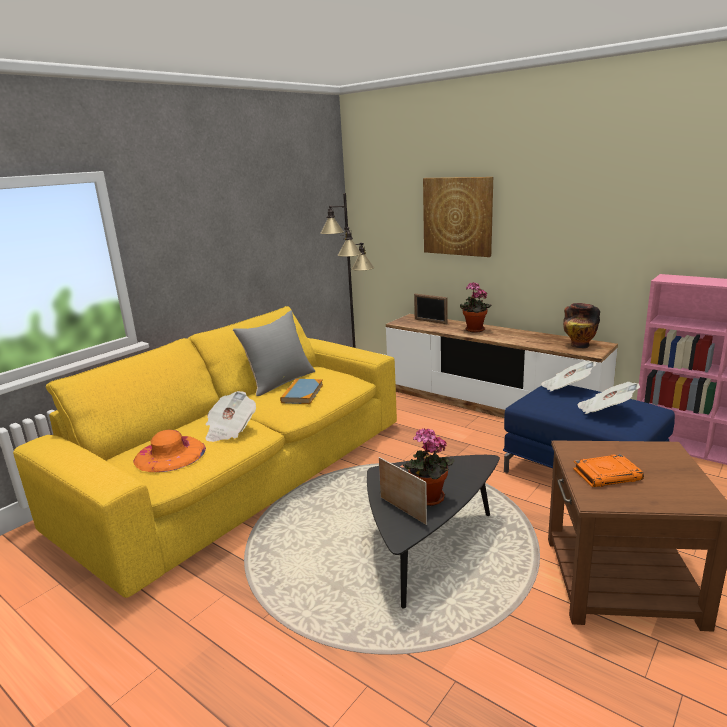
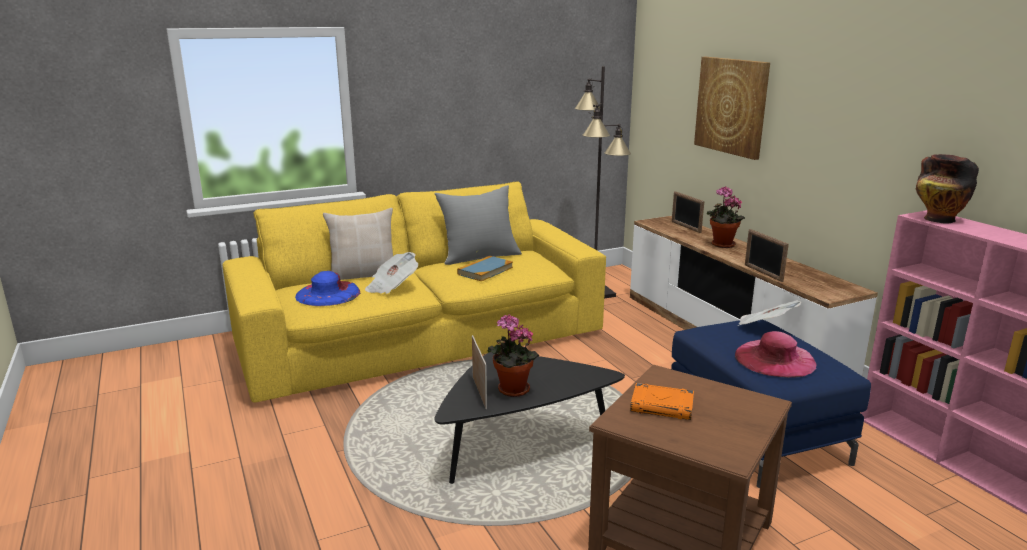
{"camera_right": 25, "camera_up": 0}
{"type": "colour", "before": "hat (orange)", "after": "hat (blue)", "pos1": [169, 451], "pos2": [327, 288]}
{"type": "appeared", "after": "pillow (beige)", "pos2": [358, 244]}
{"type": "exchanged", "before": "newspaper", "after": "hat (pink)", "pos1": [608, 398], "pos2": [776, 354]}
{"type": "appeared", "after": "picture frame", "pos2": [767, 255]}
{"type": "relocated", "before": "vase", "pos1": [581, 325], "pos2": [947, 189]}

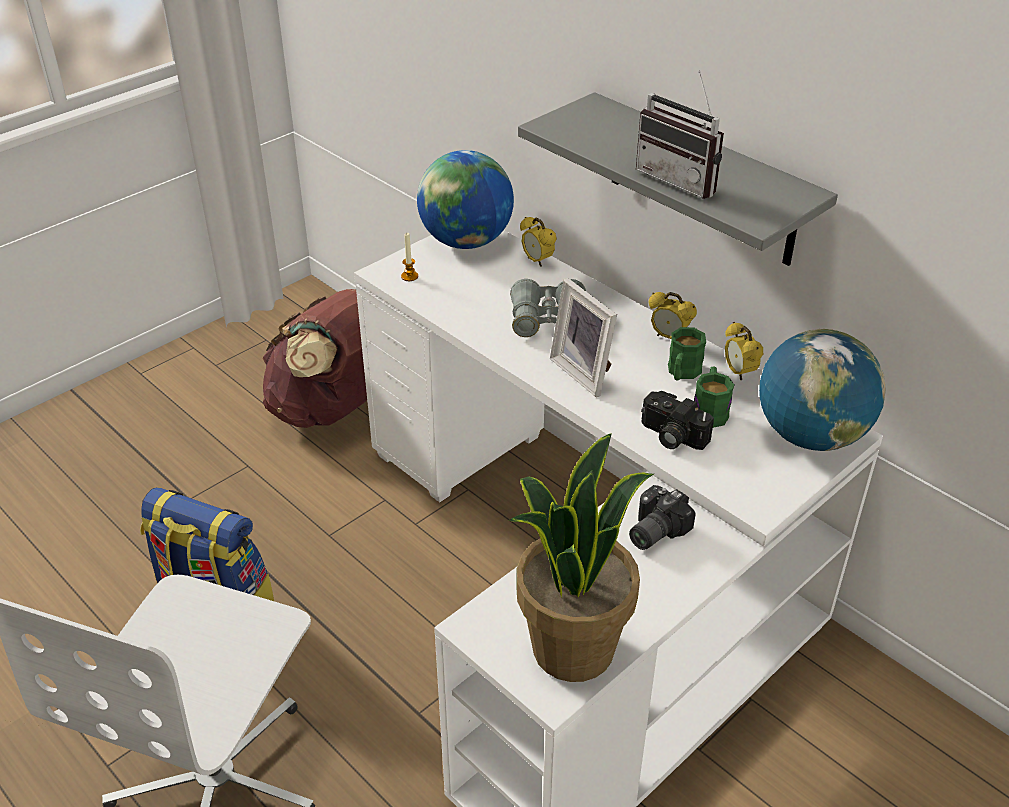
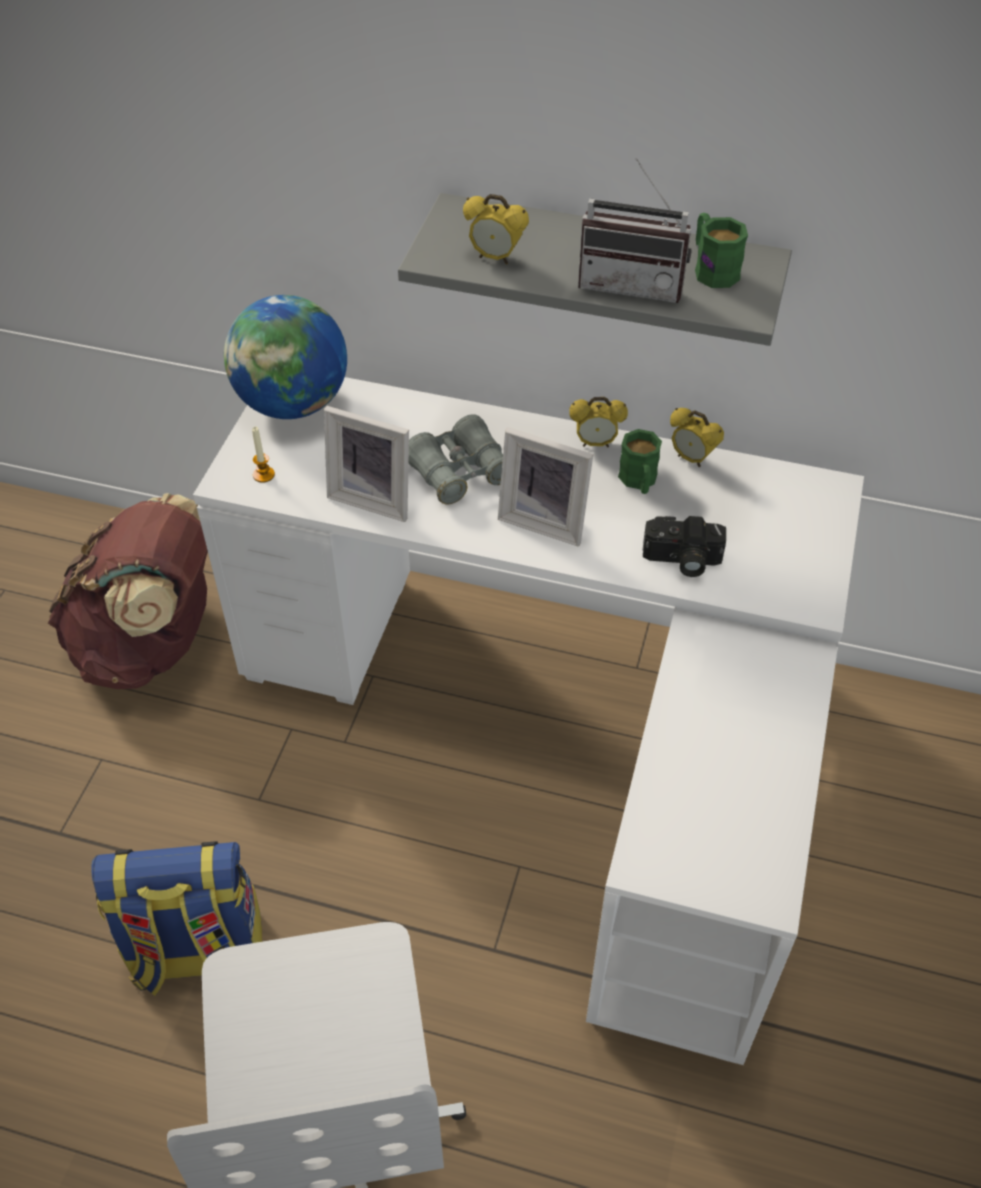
{"camera_right": -30, "camera_up": 10}
{"type": "appeared", "after": "picture frame", "pos2": [366, 464]}
{"type": "relocated", "before": "alarm clock", "pos1": [538, 242], "pos2": [496, 229]}
{"type": "relocated", "before": "mug (green)", "pos1": [714, 397], "pos2": [721, 250]}
{"type": "missing", "before": "potted plant", "pos1": [581, 557]}
{"type": "missing", "before": "photo camera", "pos1": [662, 517]}
{"type": "missing", "before": "globe", "pos1": [822, 390]}

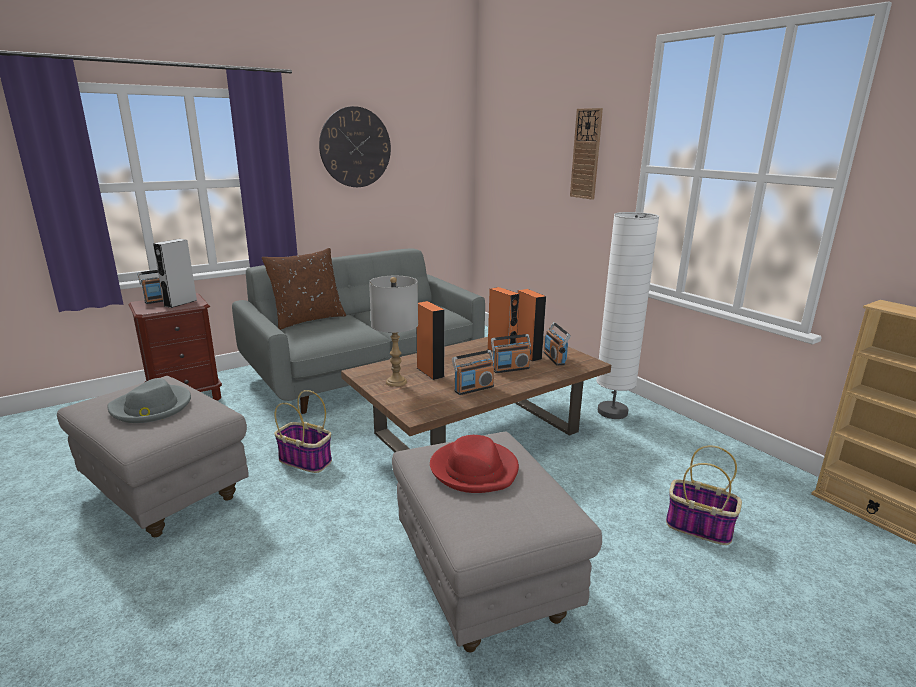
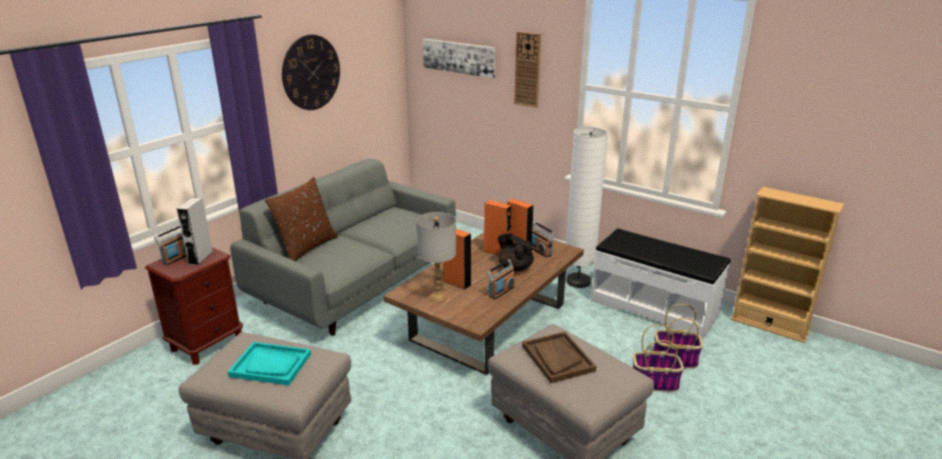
{"camera_right": -20, "camera_up": 5}
{"type": "exchanged", "before": "hat (grey)", "after": "tray (turquoise)", "pos1": [149, 400], "pos2": [269, 363]}
{"type": "appeared", "after": "picture", "pos2": [459, 58]}
{"type": "exchanged", "before": "radio", "after": "teapot (black)", "pos1": [511, 353], "pos2": [516, 252]}
{"type": "exchanged", "before": "hat (red)", "after": "tray (brown)", "pos1": [474, 464], "pos2": [559, 357]}
{"type": "appeared", "after": "bench (white)", "pos2": [660, 283]}
{"type": "relocated", "before": "basket", "pos1": [303, 431], "pos2": [658, 358]}

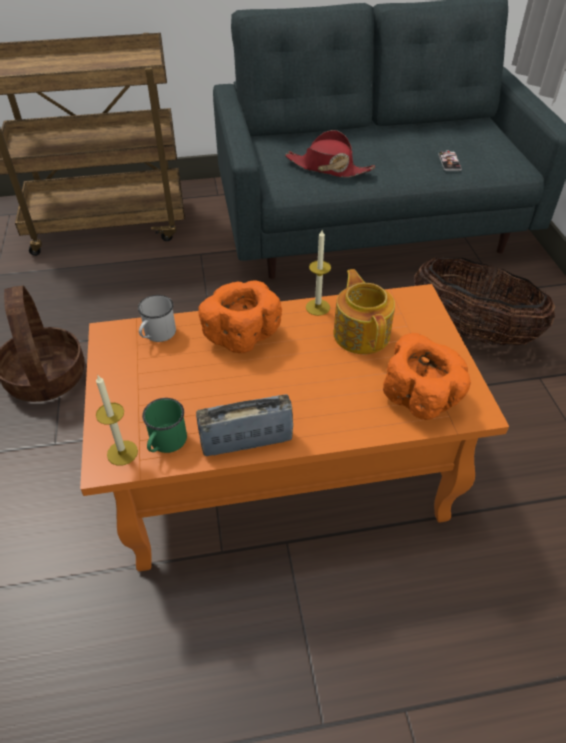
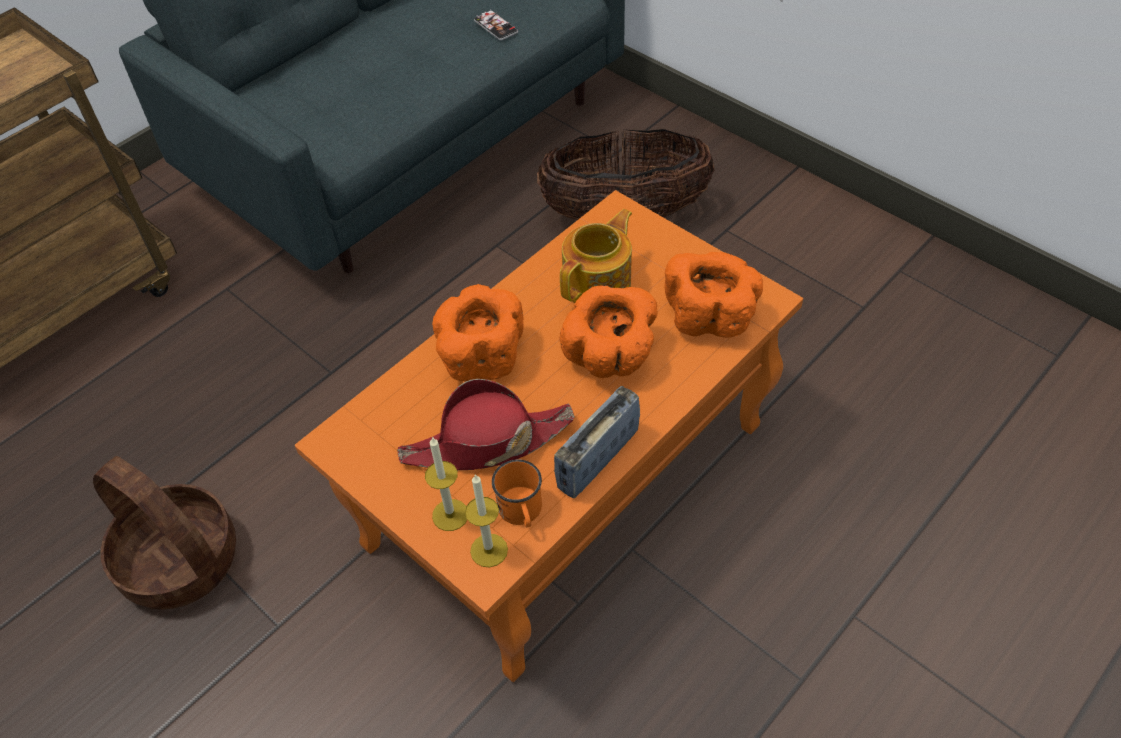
{"camera_right": -35, "camera_up": 5}
{"type": "relocated", "before": "hat (red)", "pos1": [330, 153], "pos2": [486, 424]}
{"type": "relocated", "before": "candle", "pos1": [318, 273], "pos2": [446, 483]}
{"type": "colour", "before": "mug (green)", "after": "mug (orange)", "pos1": [164, 425], "pos2": [517, 494]}
{"type": "spun", "before": "teapot", "pos1": [364, 311], "pos2": [596, 256], "turn": 90}
{"type": "appeared", "after": "bowl (orange)", "pos2": [609, 331]}
{"type": "missing", "before": "mug (white)", "pos1": [157, 318]}

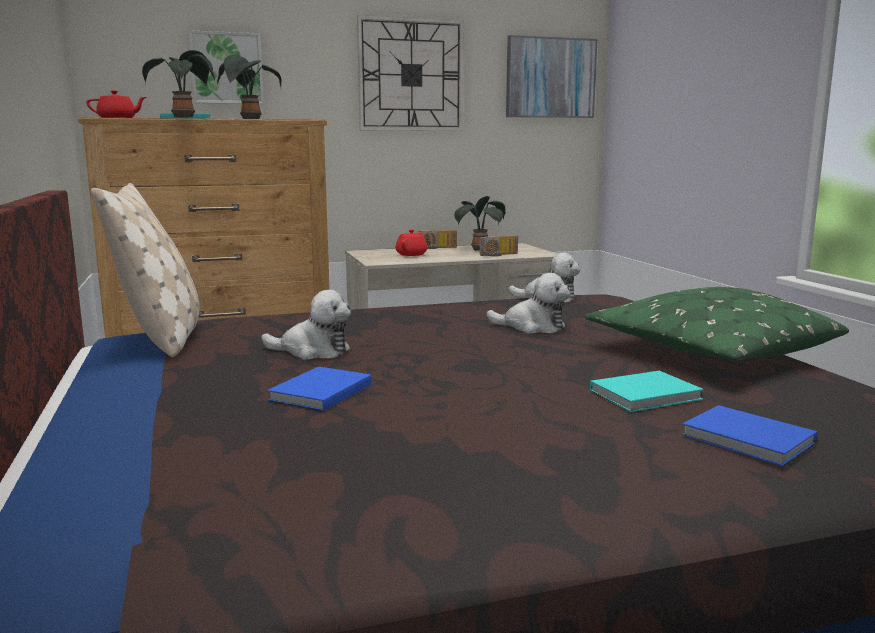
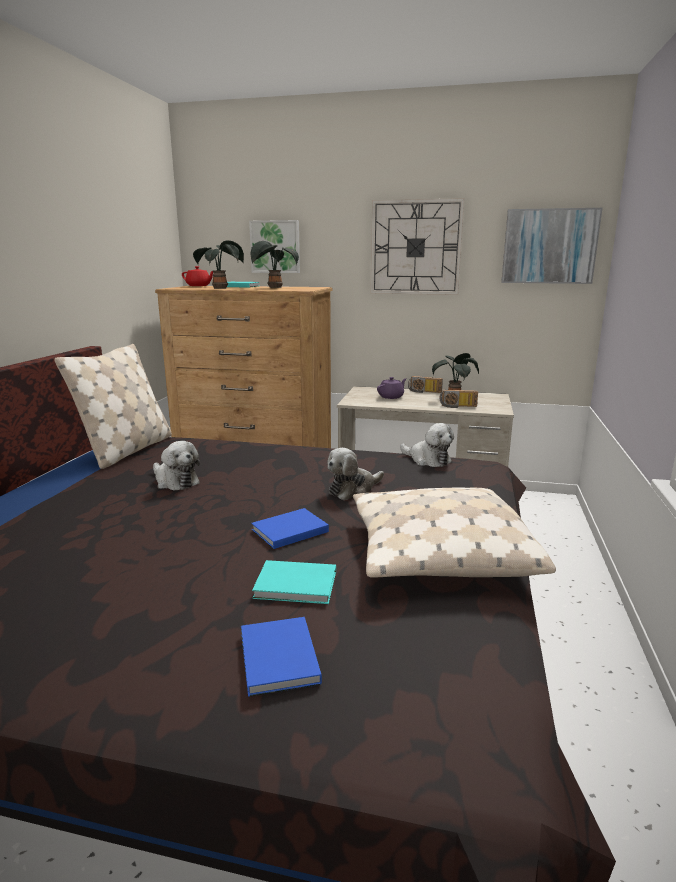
{"camera_right": 30, "camera_up": 5}
{"type": "relocated", "before": "book (blue)", "pos1": [319, 388], "pos2": [290, 528]}
{"type": "spun", "before": "plush toy", "pos1": [528, 303], "pos2": [355, 474], "turn": 90}
{"type": "colour", "before": "pillow (green)", "after": "pillow (beige)", "pos1": [717, 324], "pos2": [454, 532]}
{"type": "colour", "before": "teapot (red)", "after": "teapot (purple)", "pos1": [412, 243], "pos2": [392, 388]}

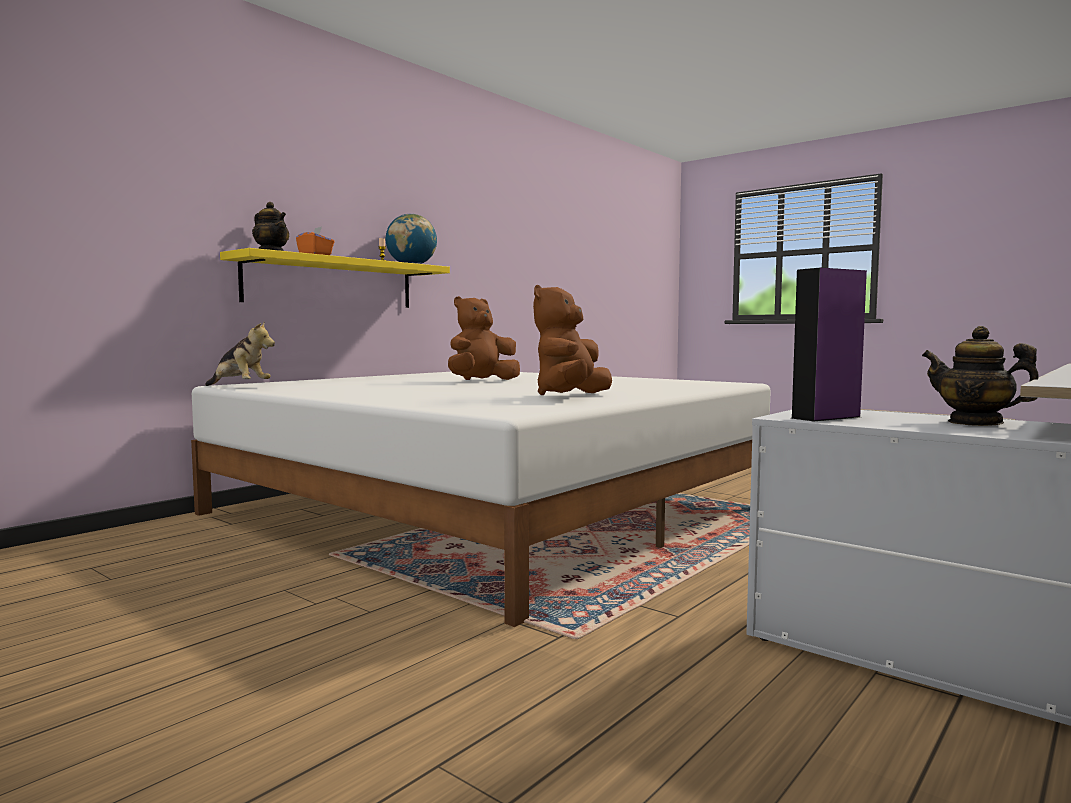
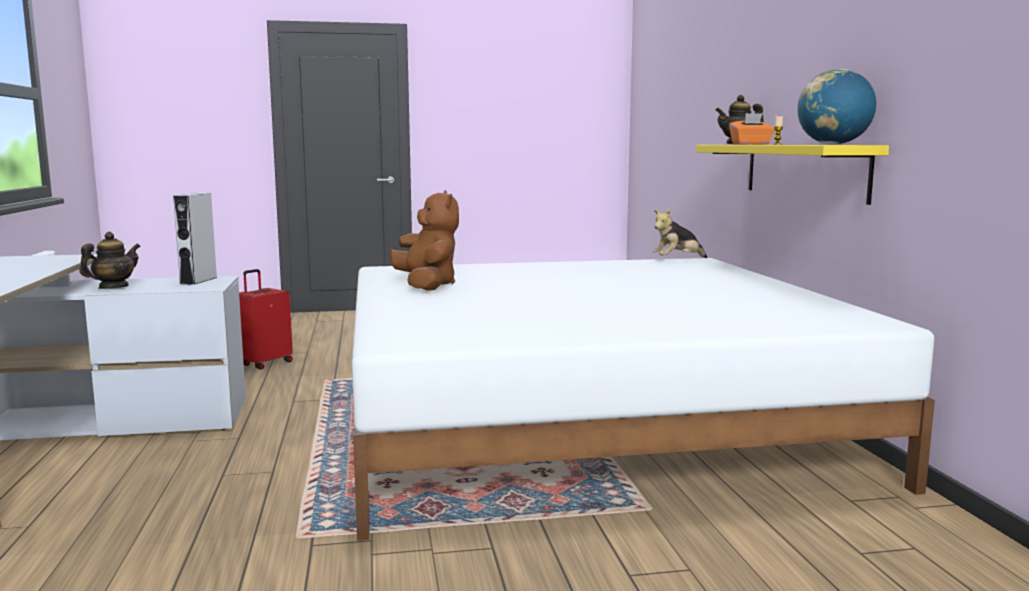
{"camera_right": 130, "camera_up": 5}
{"type": "spun", "before": "teapot", "pos1": [980, 376], "pos2": [109, 260], "turn": -45}
{"type": "colour", "before": "speaker (purple)", "after": "speaker (grey)", "pos1": [829, 344], "pos2": [195, 239]}
{"type": "appeared", "after": "suitcase (red)", "pos2": [266, 319]}
{"type": "missing", "before": "plush toy (brown)", "pos1": [484, 338]}

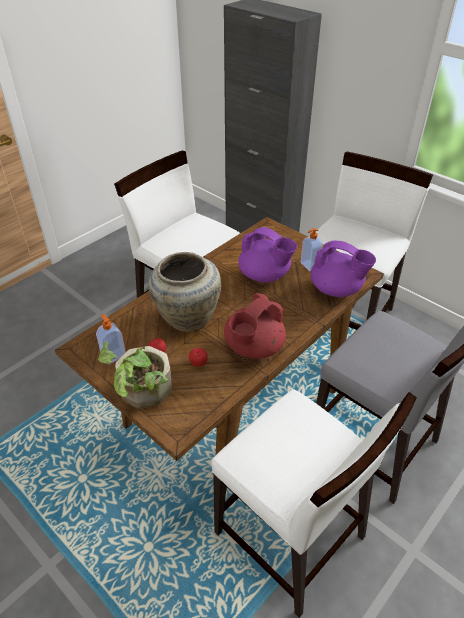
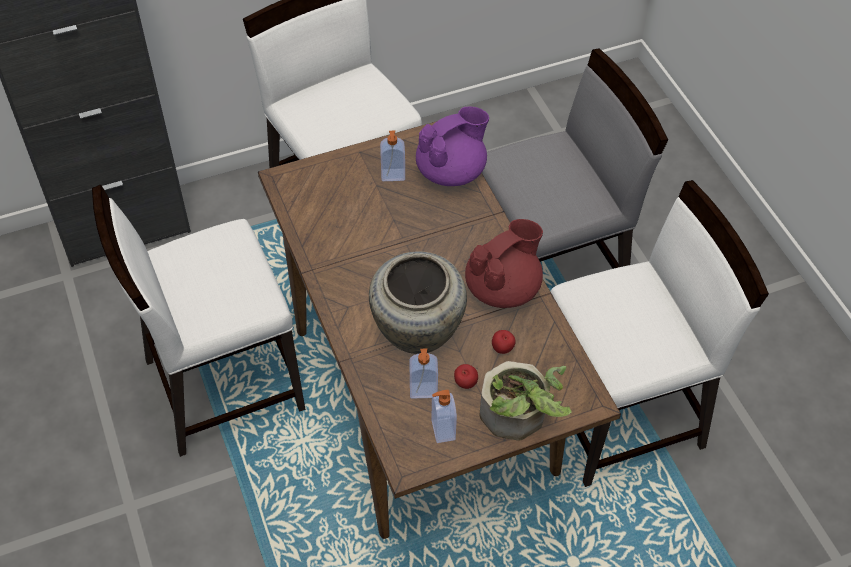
{"camera_right": -65, "camera_up": 10}
{"type": "appeared", "after": "soap dispenser", "pos2": [424, 373]}
{"type": "spun", "before": "teapot (red)", "pos1": [255, 325], "pos2": [504, 263], "turn": -105}
{"type": "missing", "before": "teapot (purple)", "pos1": [267, 255]}

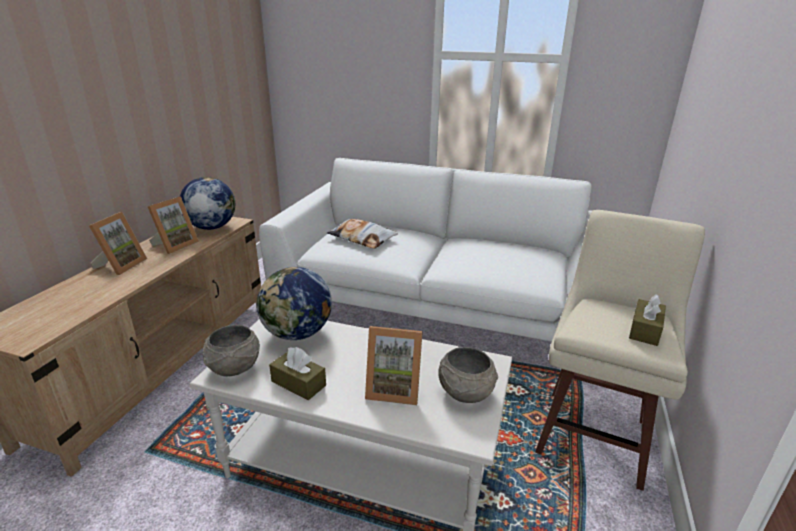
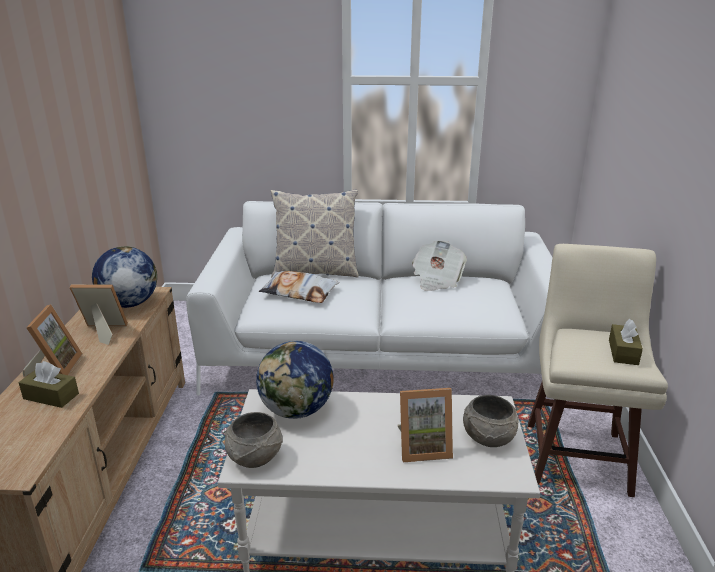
{"camera_right": -15, "camera_up": 0}
{"type": "relocated", "before": "tissue box (brown)", "pos1": [297, 373], "pos2": [48, 384]}
{"type": "spun", "before": "picture frame", "pos1": [173, 225], "pos2": [99, 314], "turn": -105}
{"type": "appeared", "after": "pillow", "pos2": [314, 234]}
{"type": "appeared", "after": "newspaper", "pos2": [439, 266]}

